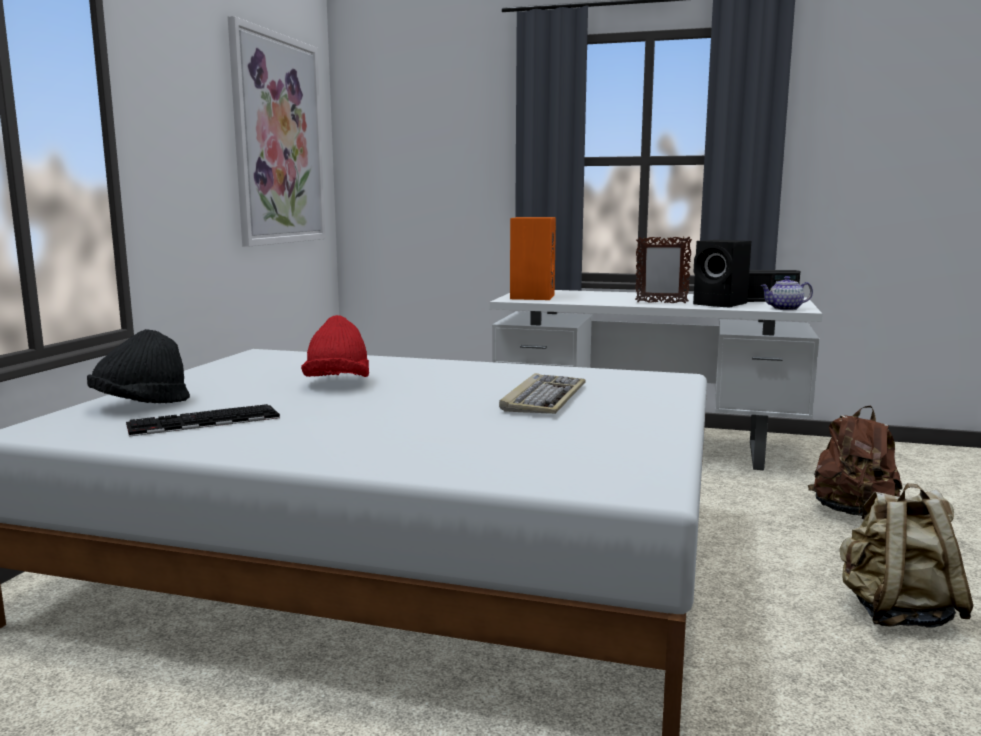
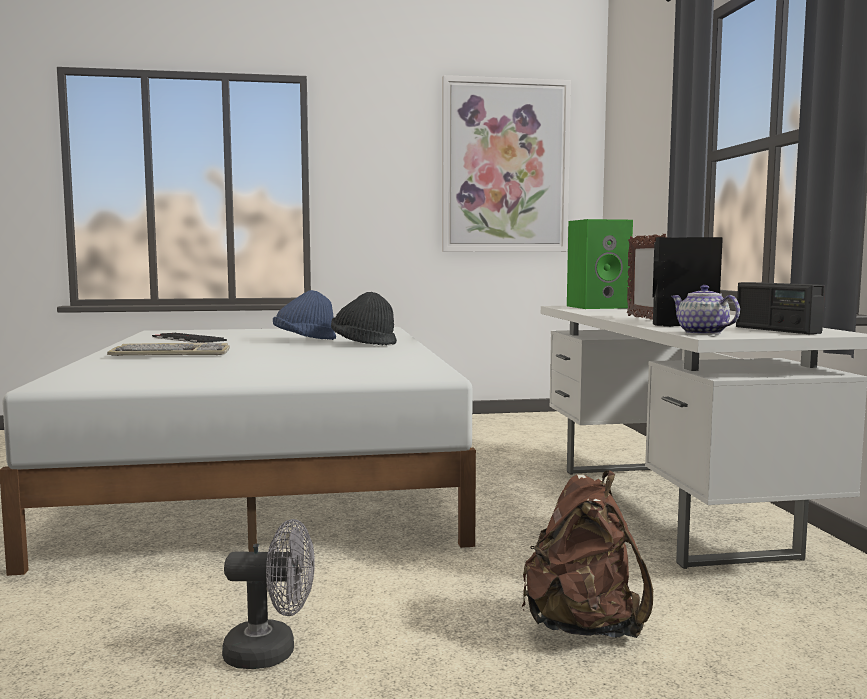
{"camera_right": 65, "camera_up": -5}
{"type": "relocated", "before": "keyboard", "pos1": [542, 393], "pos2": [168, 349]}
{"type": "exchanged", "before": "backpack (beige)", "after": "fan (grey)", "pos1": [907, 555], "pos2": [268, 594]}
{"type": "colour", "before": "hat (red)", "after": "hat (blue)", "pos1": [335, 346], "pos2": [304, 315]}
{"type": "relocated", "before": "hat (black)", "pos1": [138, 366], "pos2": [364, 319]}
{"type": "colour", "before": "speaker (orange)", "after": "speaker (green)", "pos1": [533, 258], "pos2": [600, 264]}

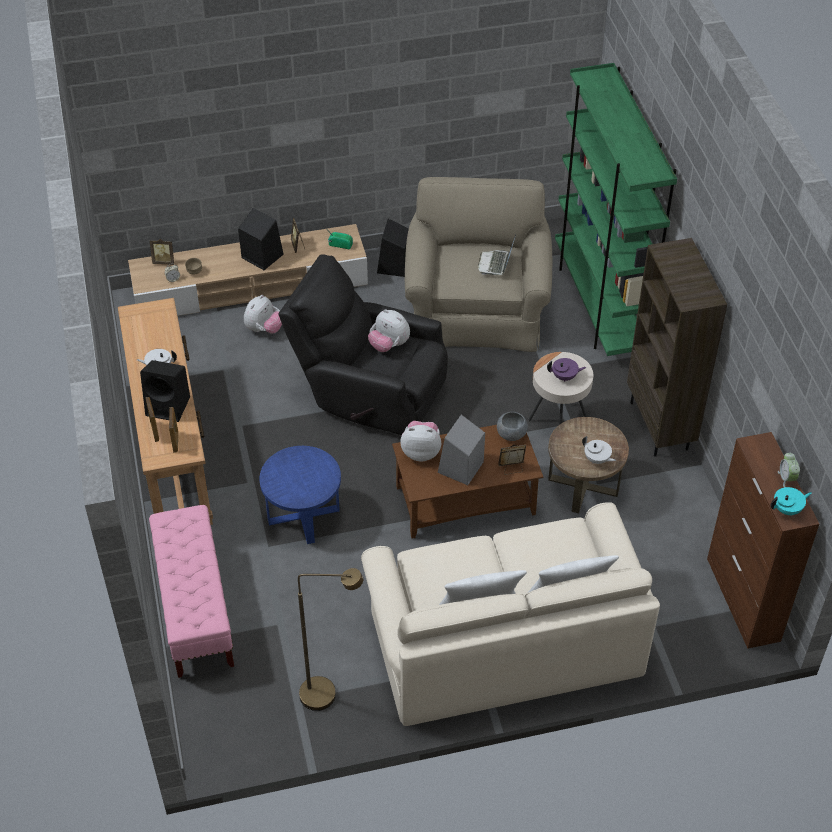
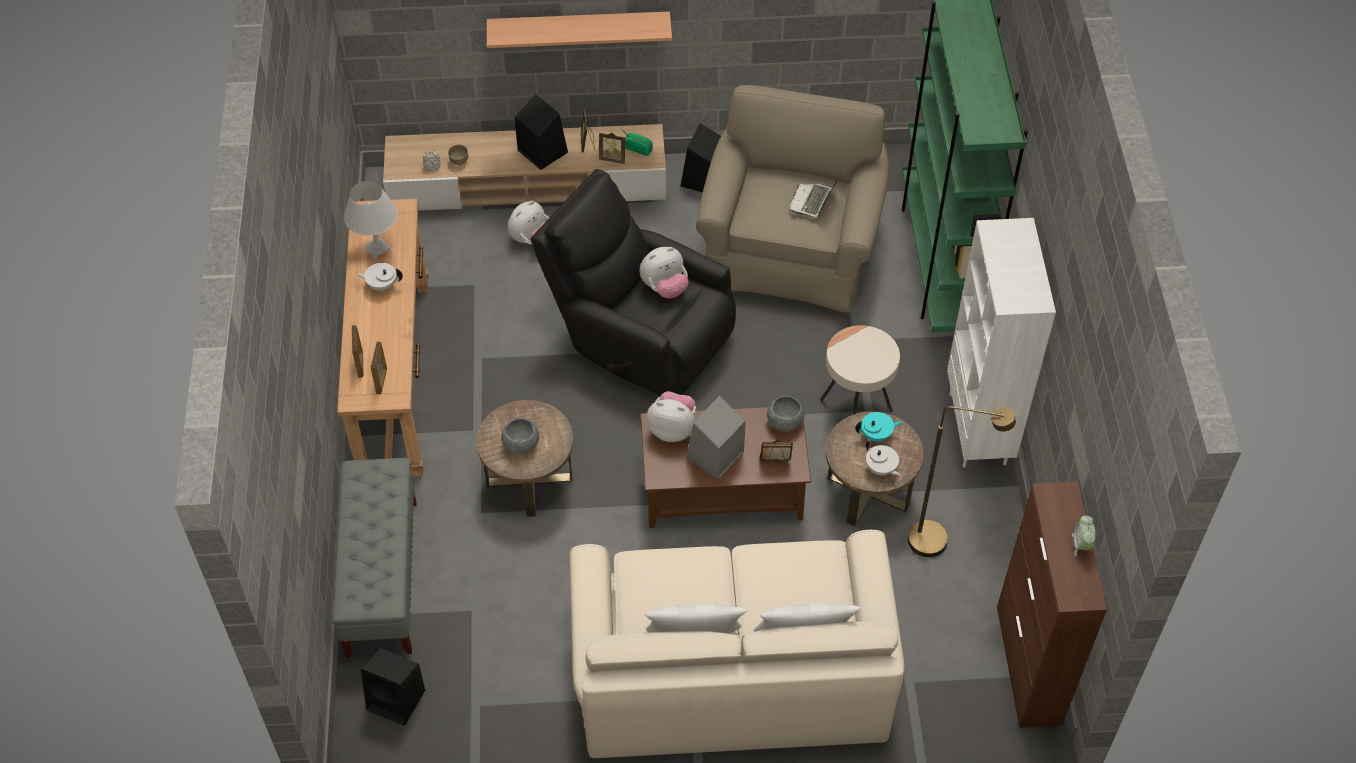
{"camera_right": 10, "camera_up": 5}
{"type": "colour", "before": "bench (pink)", "after": "bench (grey)", "pos1": [191, 591], "pos2": [374, 557]}
{"type": "appeared", "after": "table lamp (white)", "pos2": [371, 220]}
{"type": "relocated", "before": "speaker (black)", "pos1": [165, 391], "pos2": [393, 687]}
{"type": "colour", "before": "side table (blue)", "after": "side table (brown)", "pos1": [300, 495], "pos2": [525, 458]}
{"type": "appeared", "after": "shelf", "pos2": [579, 29]}
{"type": "appeared", "after": "bowl (grey)", "pos2": [520, 436]}
{"type": "relocated", "before": "picture frame", "pos1": [162, 252], "pos2": [612, 148]}
{"type": "spun", "before": "plush toy", "pos1": [389, 330], "pos2": [664, 273], "turn": -75}
{"type": "relocated", "before": "teapot (turquoise)", "pos1": [791, 501], "pos2": [879, 427]}
{"type": "relocated", "before": "floor lamp (brown)", "pos1": [330, 639], "pos2": [961, 481]}
{"type": "colour", "before": "bookcase (brown)", "after": "bookcase (white)", "pos1": [677, 347], "pos2": [1001, 343]}
{"type": "missing", "before": "teapot (purple)", "pos1": [566, 370]}

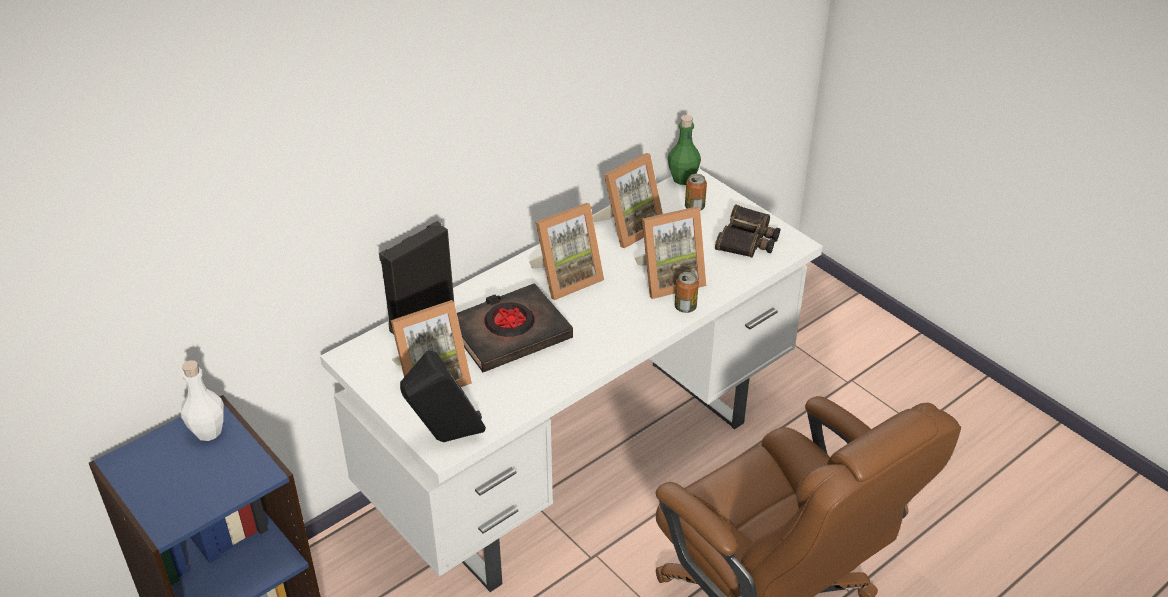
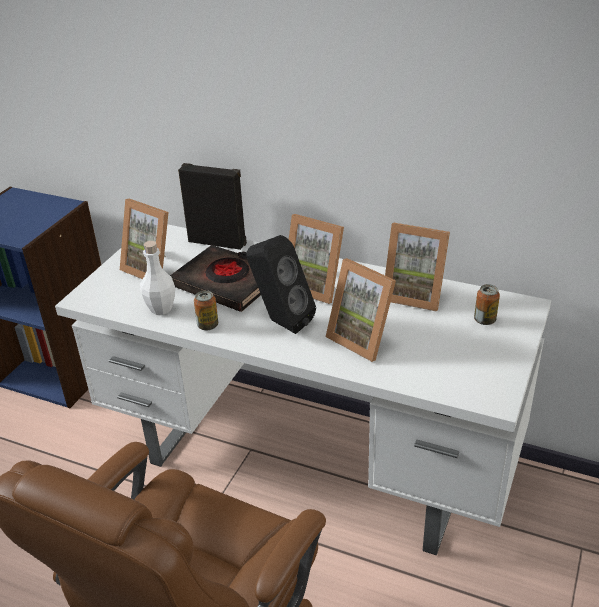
{"camera_right": 65, "camera_up": -5}
{"type": "relocated", "before": "bottle (white)", "pos1": [202, 400], "pos2": [157, 278]}
{"type": "relocated", "before": "can", "pos1": [687, 292], "pos2": [206, 310]}
{"type": "relocated", "before": "speaker (black)", "pos1": [443, 396], "pos2": [281, 284]}
{"type": "missing", "before": "bottle (green)", "pos1": [684, 150]}
{"type": "missing", "before": "binoculars", "pos1": [747, 231]}

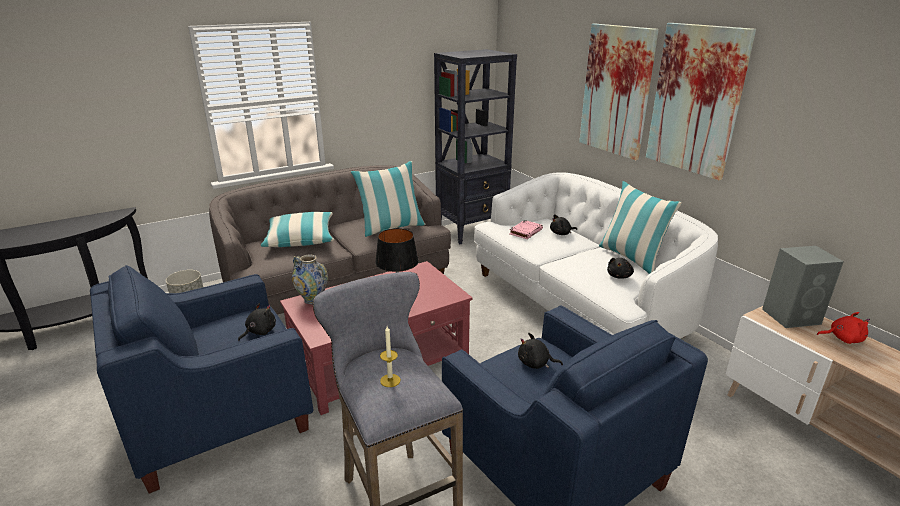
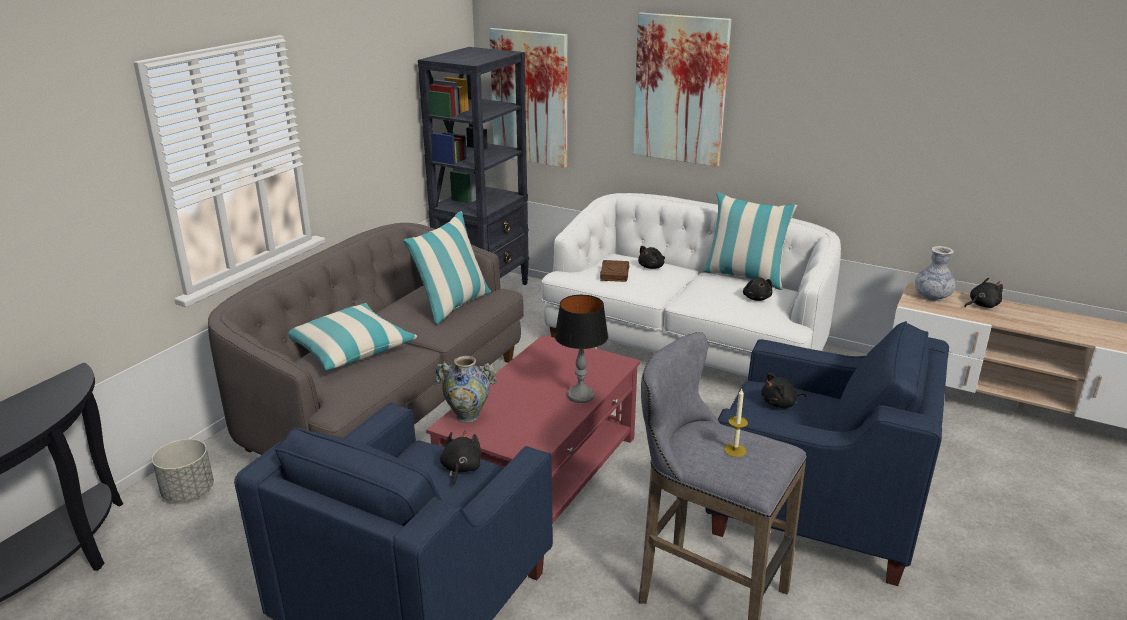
{"camera_right": -30, "camera_up": 0}
{"type": "relocated", "before": "picture", "pos1": [701, 101], "pos2": [528, 98]}
{"type": "colour", "before": "book (pink)", "after": "book (brown)", "pos1": [526, 229], "pos2": [614, 271]}
{"type": "exchanged", "before": "speaker (grey)", "after": "vase", "pos1": [803, 287], "pos2": [935, 273]}
{"type": "colour", "before": "plush toy (red)", "after": "plush toy (black)", "pos1": [843, 328], "pos2": [984, 293]}

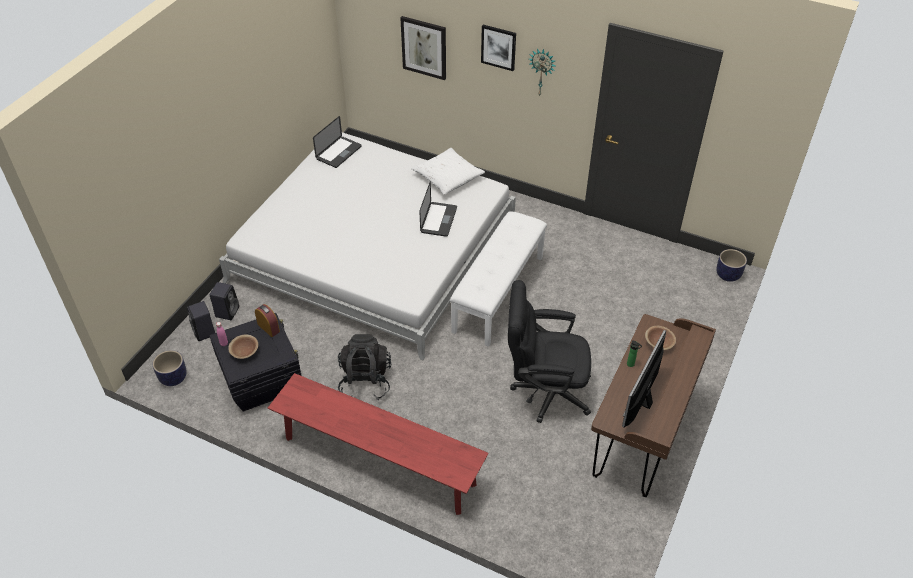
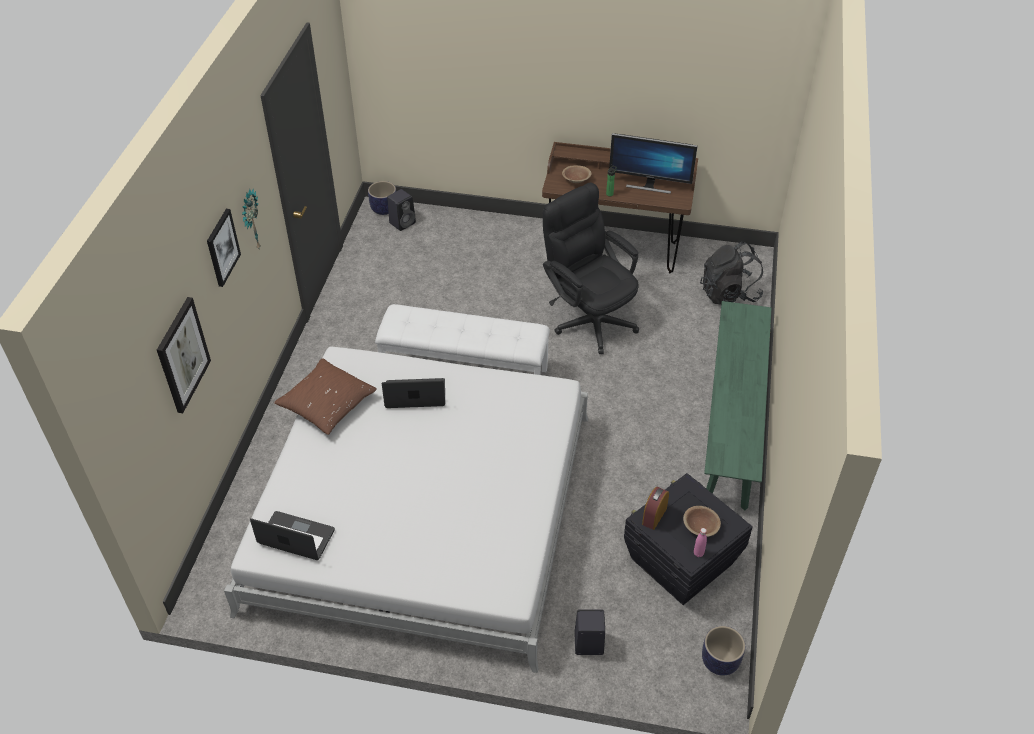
{"camera_right": -105, "camera_up": 0}
{"type": "colour", "before": "pillow (white)", "after": "pillow (brown)", "pos1": [448, 171], "pos2": [325, 396]}
{"type": "relocated", "before": "speaker (black)", "pos1": [201, 321], "pos2": [401, 210]}
{"type": "spun", "before": "office chair (black)", "pos1": [549, 351], "pos2": [591, 268], "turn": 150}
{"type": "relocated", "before": "backpack (black)", "pos1": [364, 367], "pos2": [732, 273]}
{"type": "colour", "before": "bench (red)", "after": "bench (green)", "pos1": [378, 444], "pos2": [738, 406]}

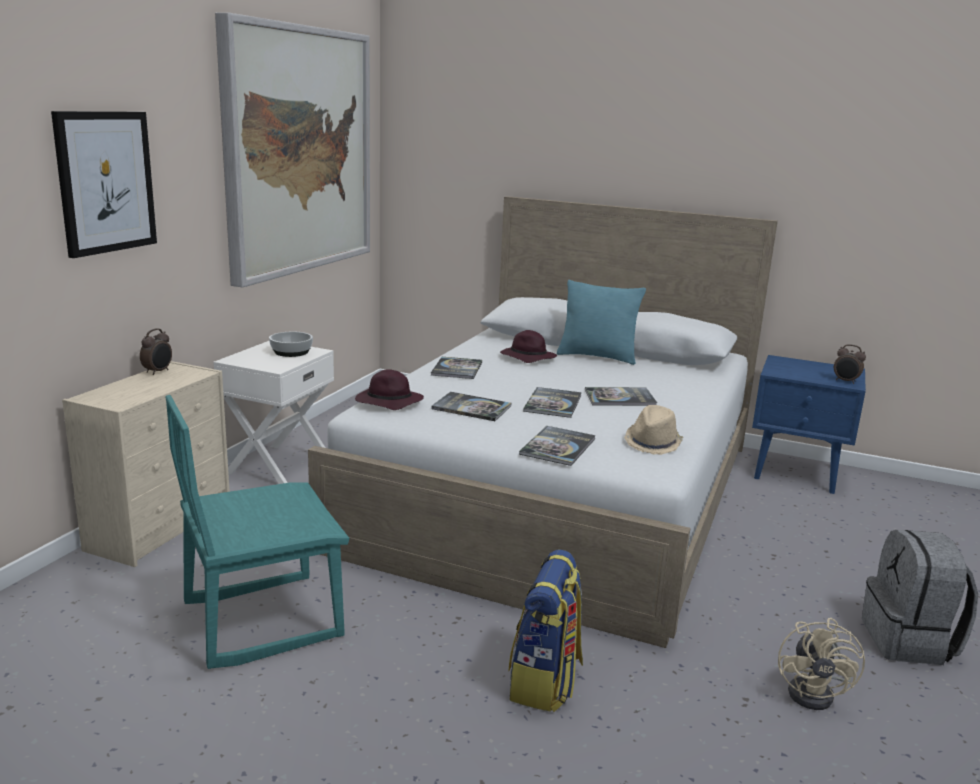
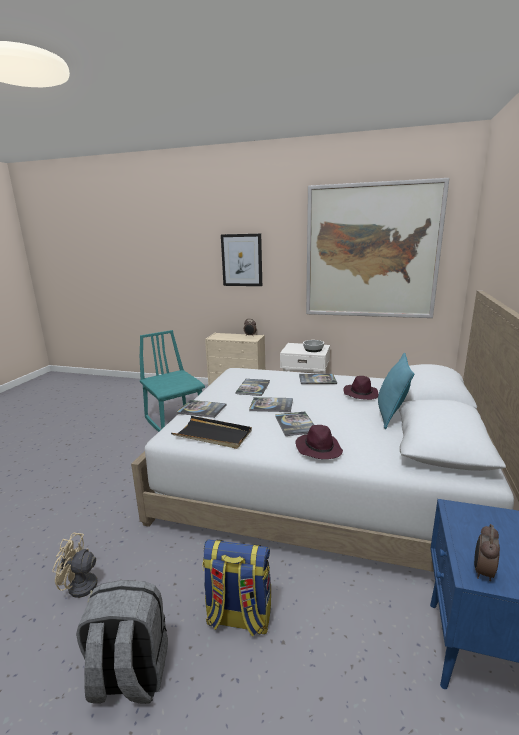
{"camera_right": 85, "camera_up": 0}
{"type": "exchanged", "before": "hat (beige)", "after": "tray (black)", "pos1": [654, 430], "pos2": [211, 432]}
{"type": "relocated", "before": "backpack", "pos1": [546, 630], "pos2": [236, 588]}
{"type": "relocated", "before": "hat (purple)", "pos1": [389, 389], "pos2": [319, 442]}

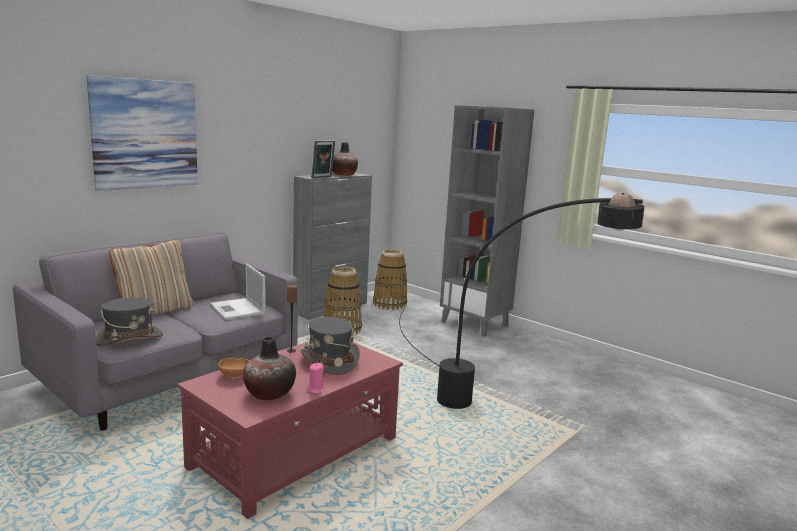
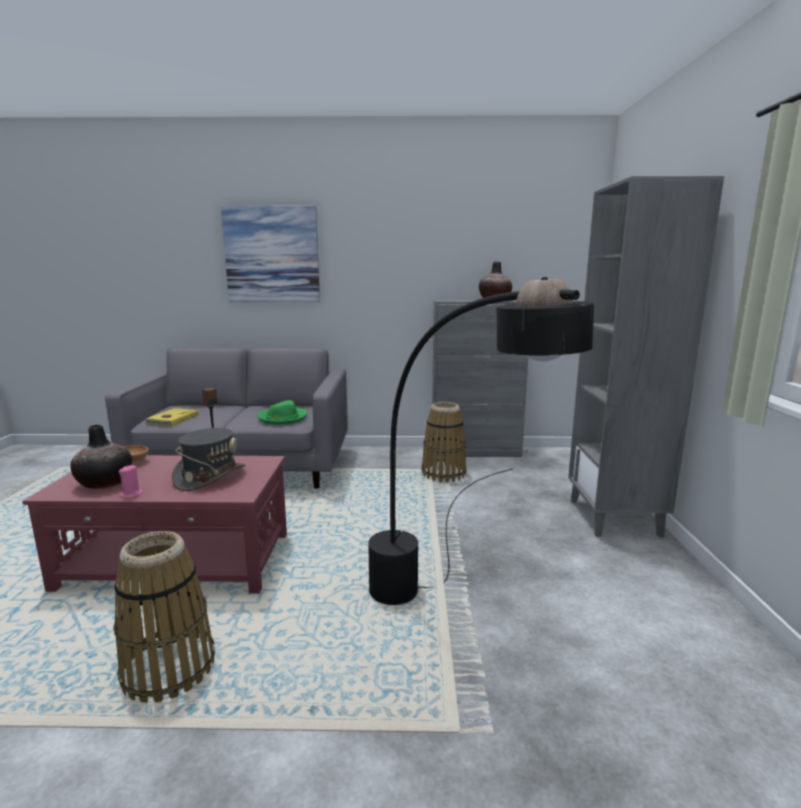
{"camera_right": 50, "camera_up": 0}
{"type": "relocated", "before": "basket", "pos1": [390, 279], "pos2": [164, 617]}
{"type": "exchanged", "before": "hat (grey)", "after": "book (yellow)", "pos1": [129, 321], "pos2": [171, 417]}
{"type": "exchanged", "before": "laptop", "after": "hat (green)", "pos1": [237, 292], "pos2": [282, 412]}
{"type": "missing", "before": "pillow (beige)", "pos1": [151, 278]}
{"type": "missing", "before": "picture frame", "pos1": [323, 159]}

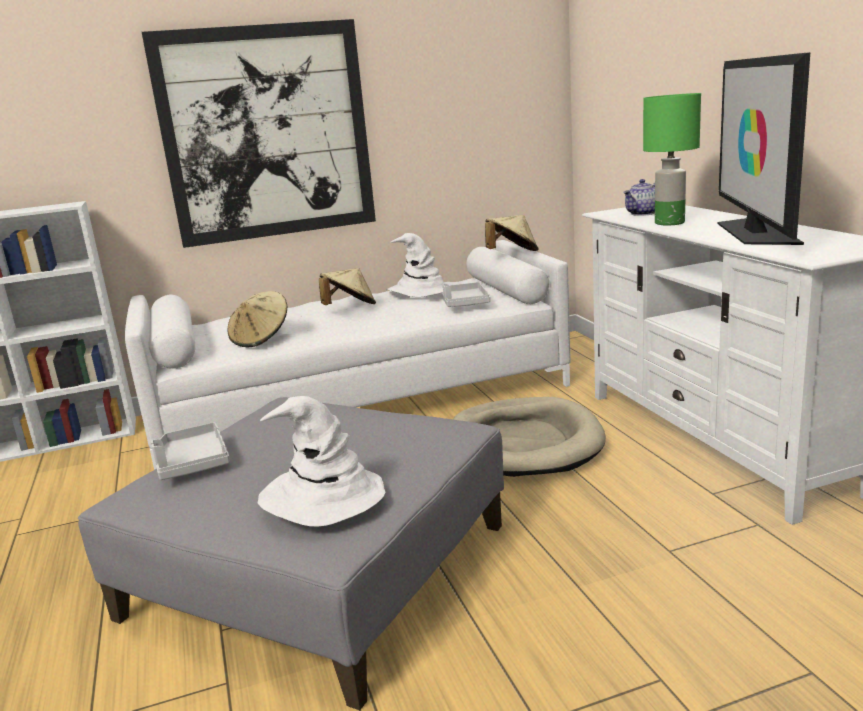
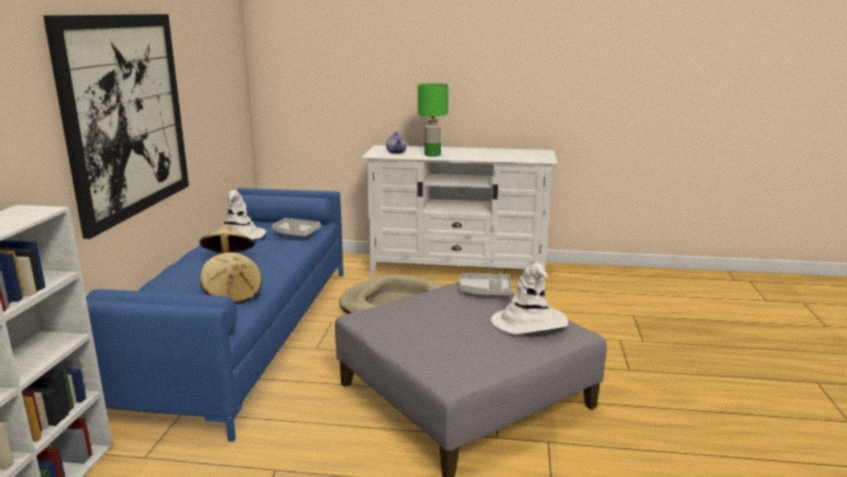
{"camera_right": -65, "camera_up": 0}
{"type": "colour", "before": "sofa (white)", "after": "sofa (blue)", "pos1": [348, 355], "pos2": [214, 315]}
{"type": "relocated", "before": "tray (grey)", "pos1": [190, 451], "pos2": [486, 284]}
{"type": "missing", "before": "hat (beige)", "pos1": [512, 233]}
{"type": "missing", "before": "television", "pos1": [763, 148]}

